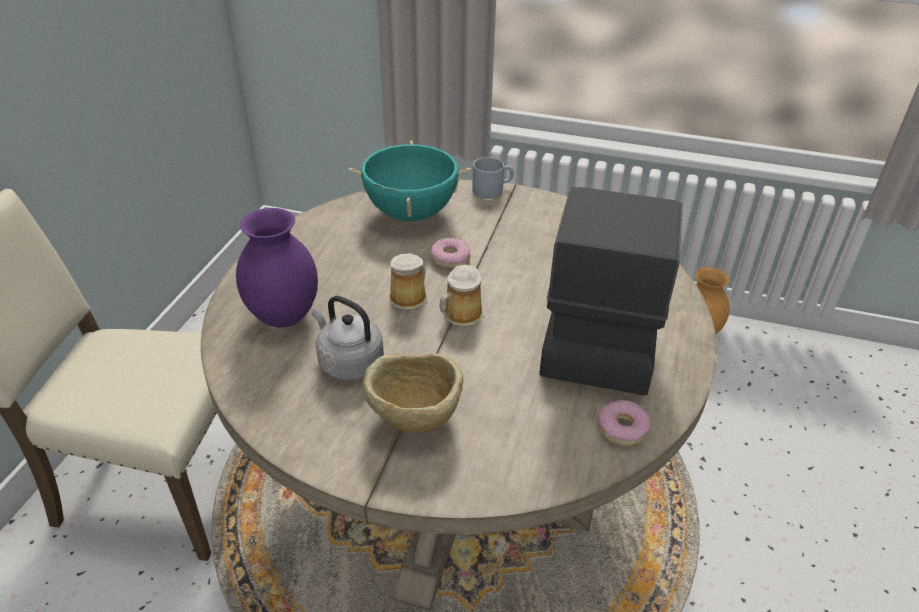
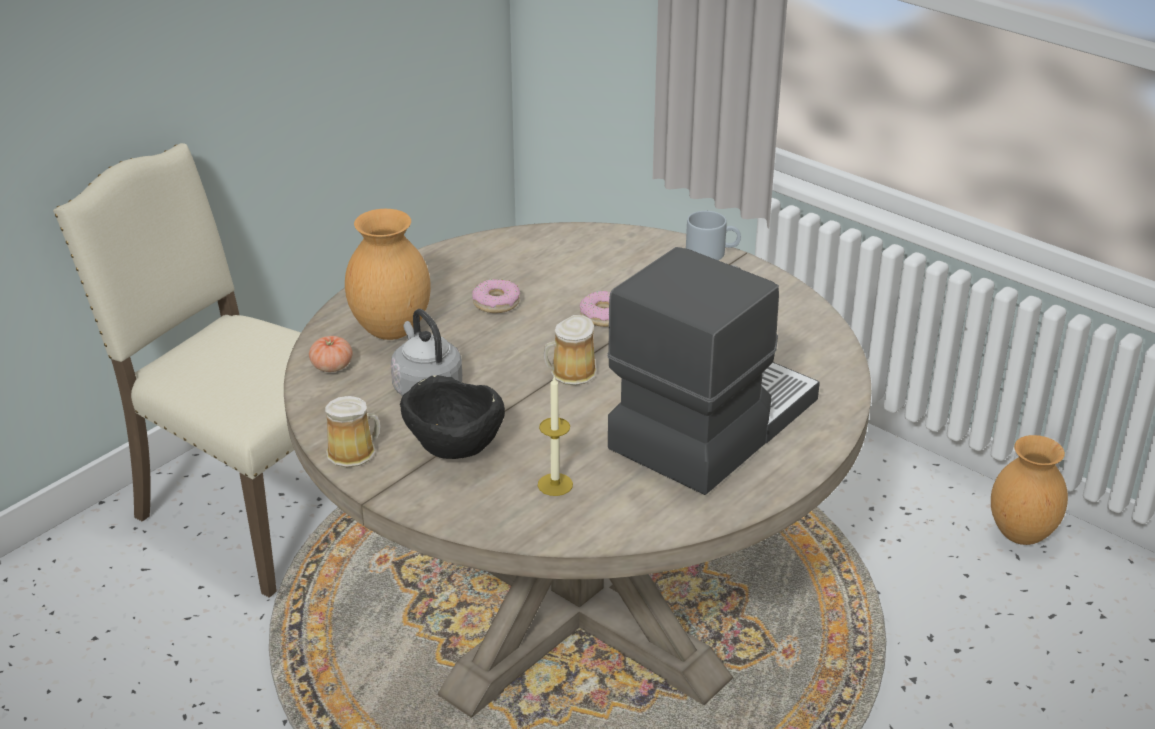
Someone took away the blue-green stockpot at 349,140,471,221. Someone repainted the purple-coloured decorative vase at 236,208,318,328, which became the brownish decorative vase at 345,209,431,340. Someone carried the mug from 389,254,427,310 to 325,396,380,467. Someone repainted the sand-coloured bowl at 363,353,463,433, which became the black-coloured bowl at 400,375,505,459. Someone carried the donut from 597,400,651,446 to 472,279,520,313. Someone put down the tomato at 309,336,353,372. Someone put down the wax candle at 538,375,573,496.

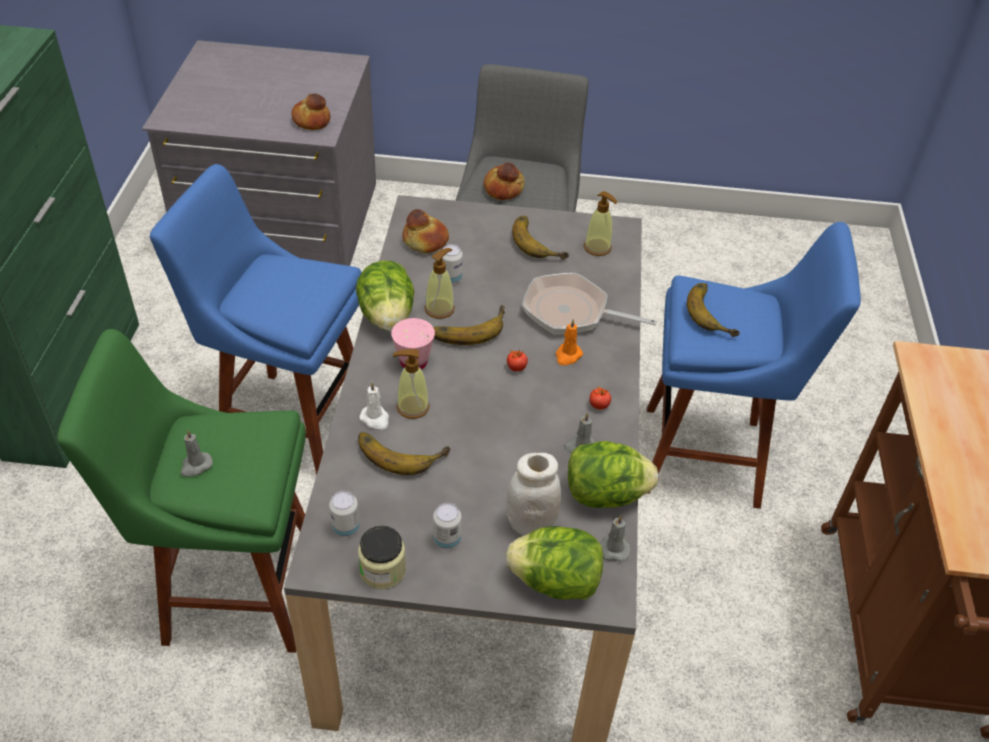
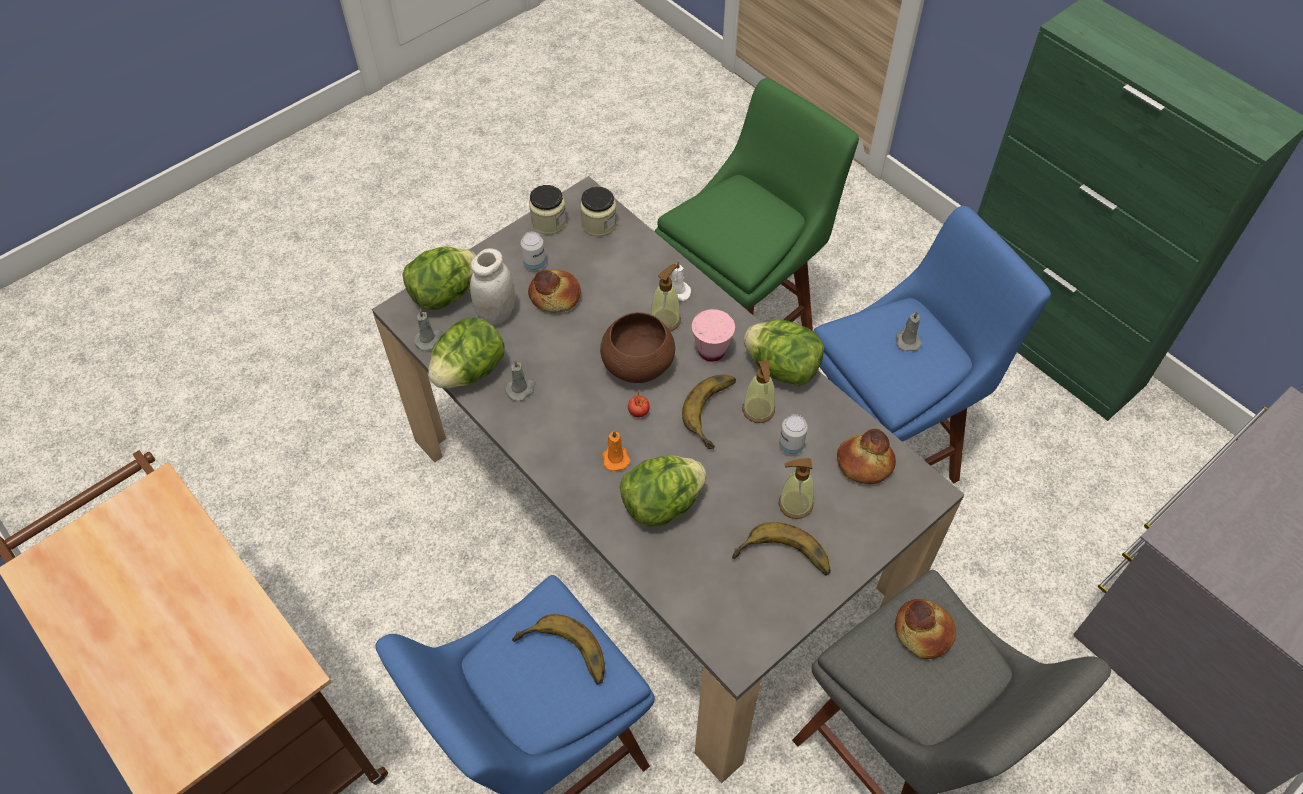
Someone carried the baked bread from 291,94,330,130 to 528,270,581,313. Someone carried the liquid soap bottle from 584,191,618,256 to 779,458,814,519. Someone swapped the pan at 522,273,657,335 for the lettuce at 620,456,707,526. Someone took away the tomato at 590,386,611,410. Someone carried the grey wax candle from 180,429,213,477 to 896,311,922,351. Someone took away the whole banana at 358,432,450,475. Someone swapped the can at 329,491,360,537 for the storage jar at 580,187,617,236. Someone put down the brownish bowl at 600,312,675,383.

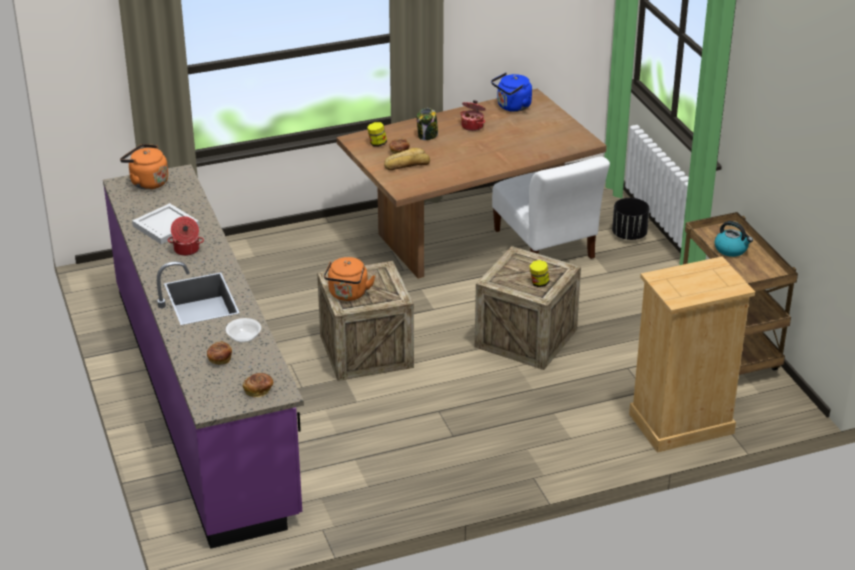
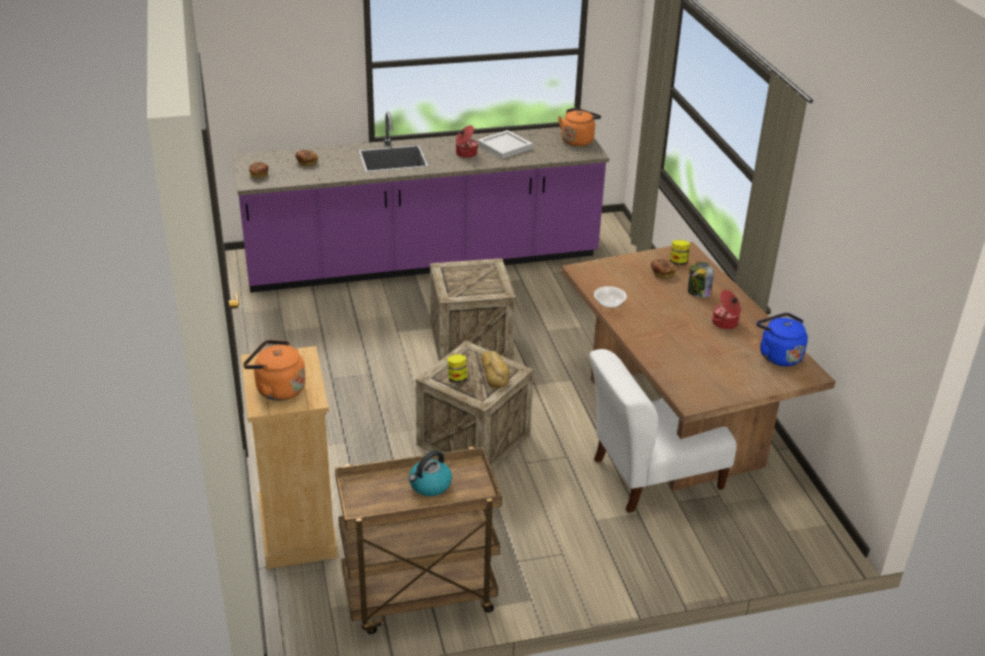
Someone carried the baked bread from 384,148,430,170 to 481,351,510,388. Someone took away the black-coloured plant pot at 612,198,649,240. Someone carried the orange-coloured water kettle from 324,257,375,301 to 243,340,306,401. Someone carried the bowl from 226,318,261,342 to 594,286,627,308.

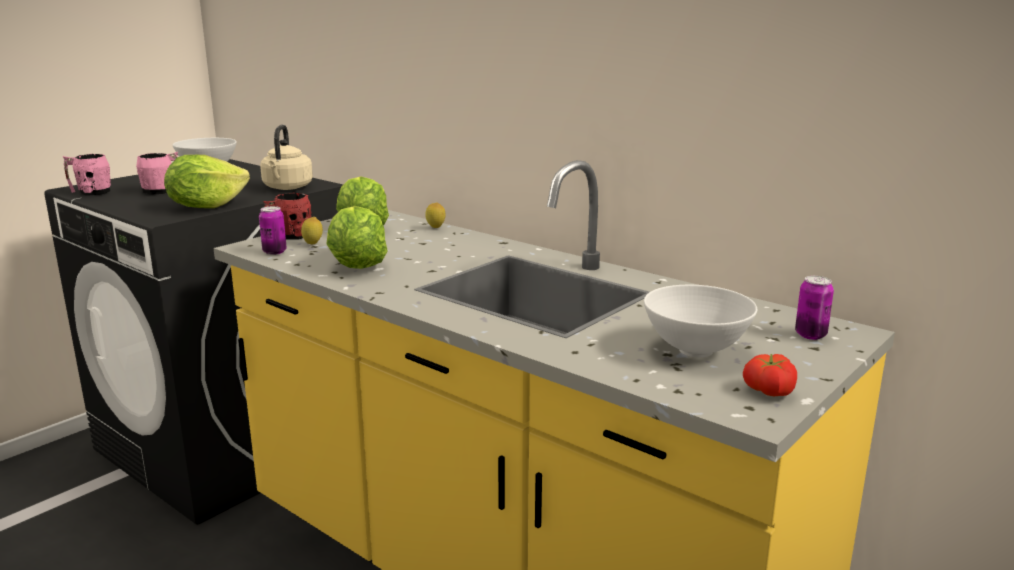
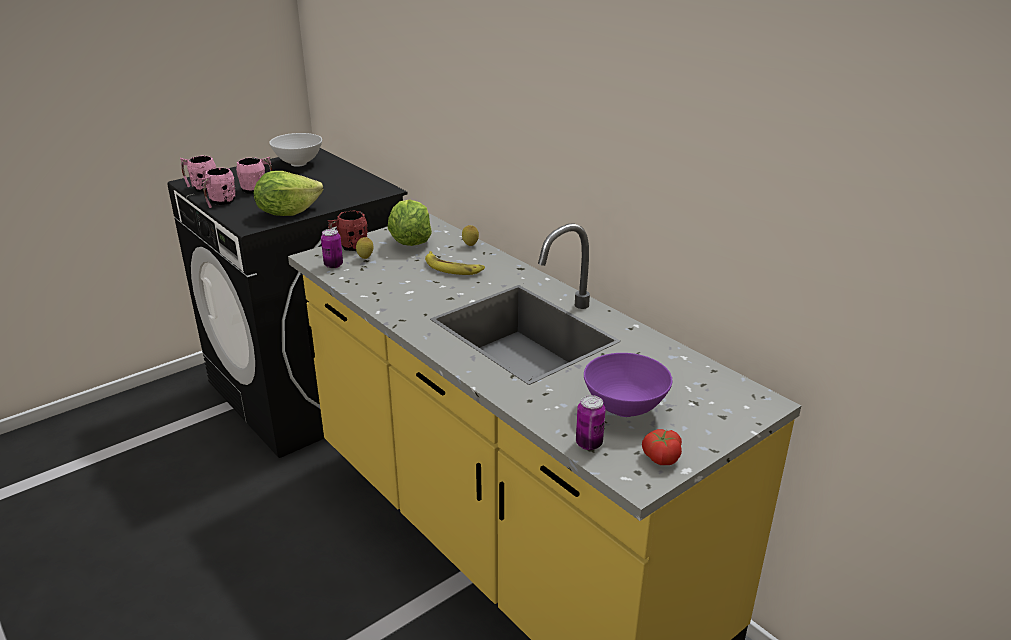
Someone took away the sand-coloured water kettle at 260,124,313,190. Someone took away the lettuce at 327,206,388,269. Someone carried the can from 795,276,834,340 to 576,395,605,450. Someone repainted the white bowl at 644,285,757,358, which became the purple-coloured bowl at 584,353,672,417. Someone put down the pink-coloured mug at 201,168,236,208. Someone put down the whole banana at 425,251,485,275.

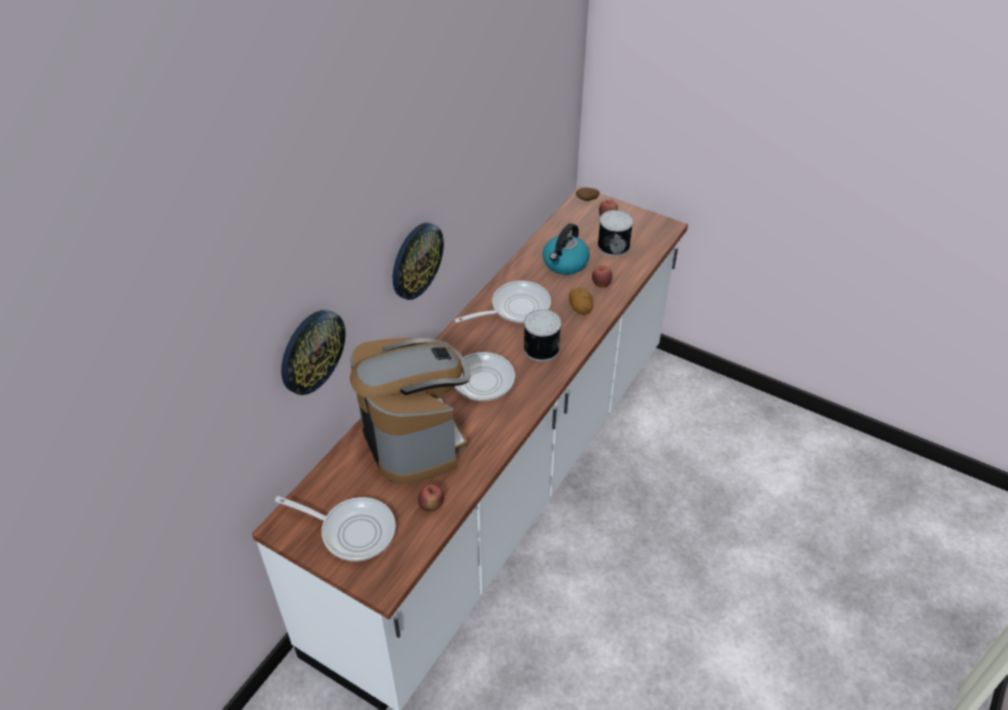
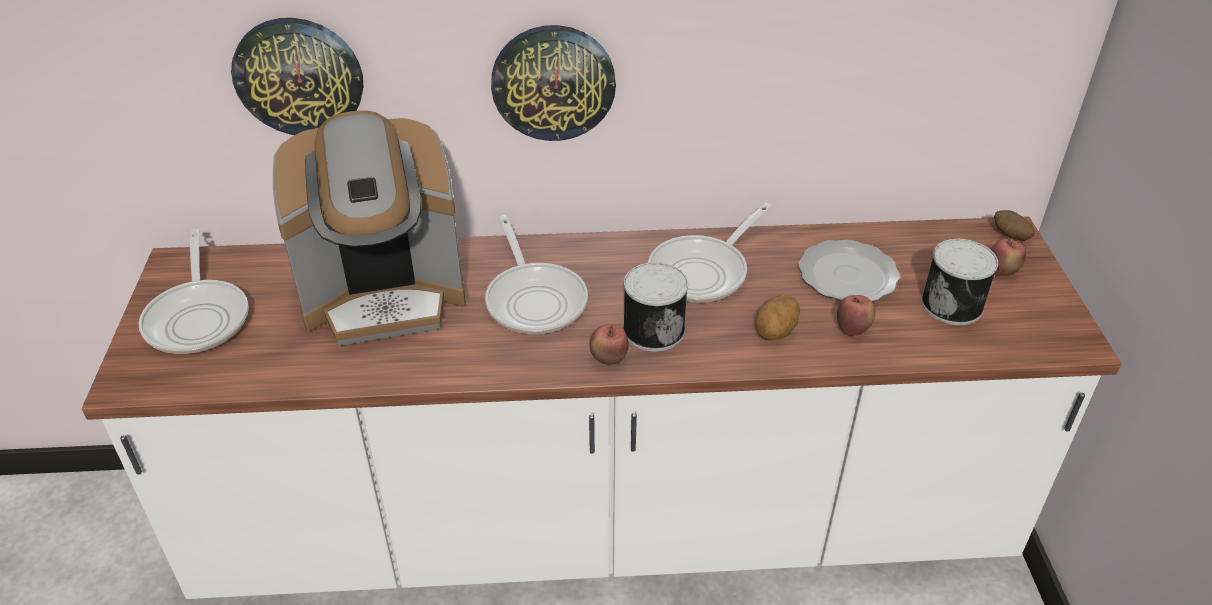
Someone swapped the water kettle at 542,223,590,275 for the plate at 798,240,900,302. Someone rotated the pan at 454,281,551,323 by 105 degrees clockwise. Someone rotated the coffee maker at 350,338,470,484 by 45 degrees clockwise. Someone carried the apple fruit from 418,484,444,512 to 589,324,628,365.

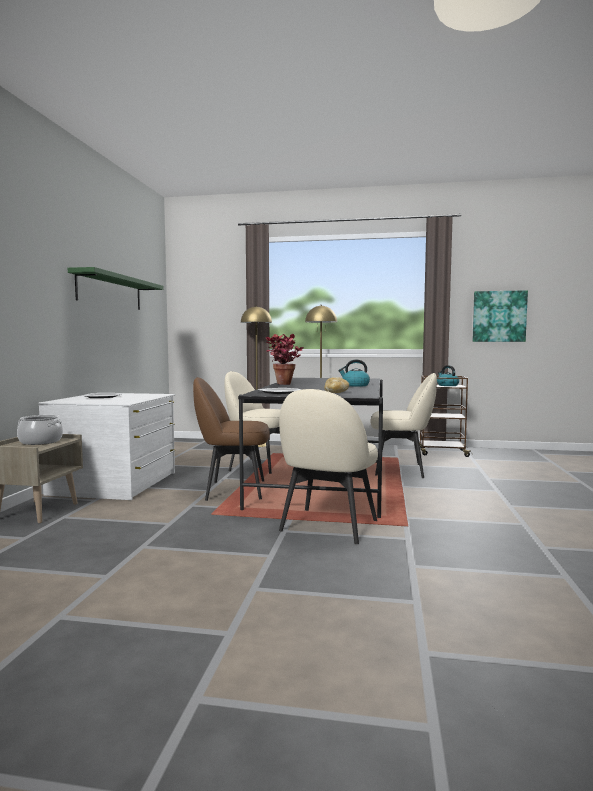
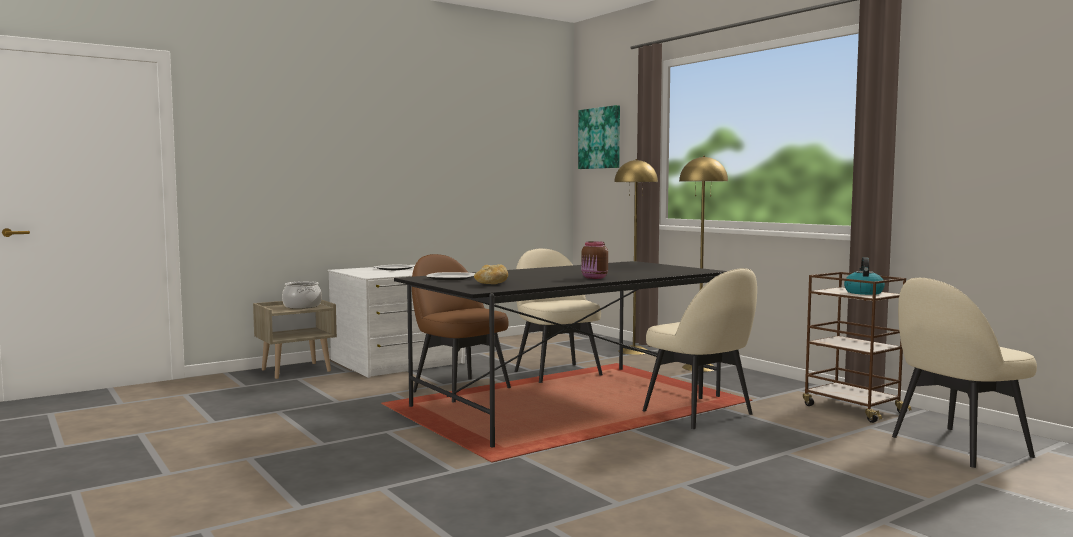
Someone took away the greenish wall shelf at 68,267,164,310. Someone carried the picture from 472,290,528,342 to 578,105,620,169. Someone took away the plant in a pot at 266,334,303,385. Someone swapped the water kettle at 338,360,370,387 for the brownish storage jar at 581,241,608,279. Someone carried the sand-coloured plain chair from 279,389,378,544 to 892,278,1037,468.

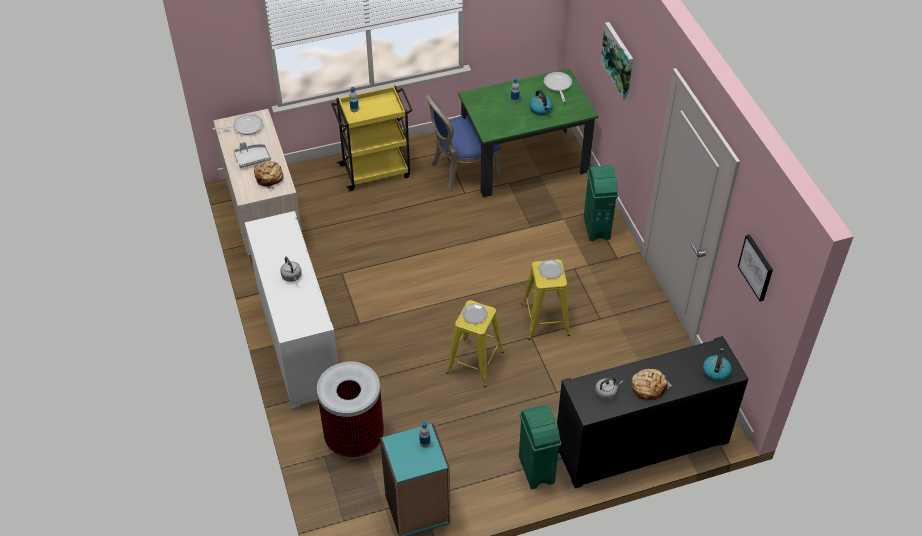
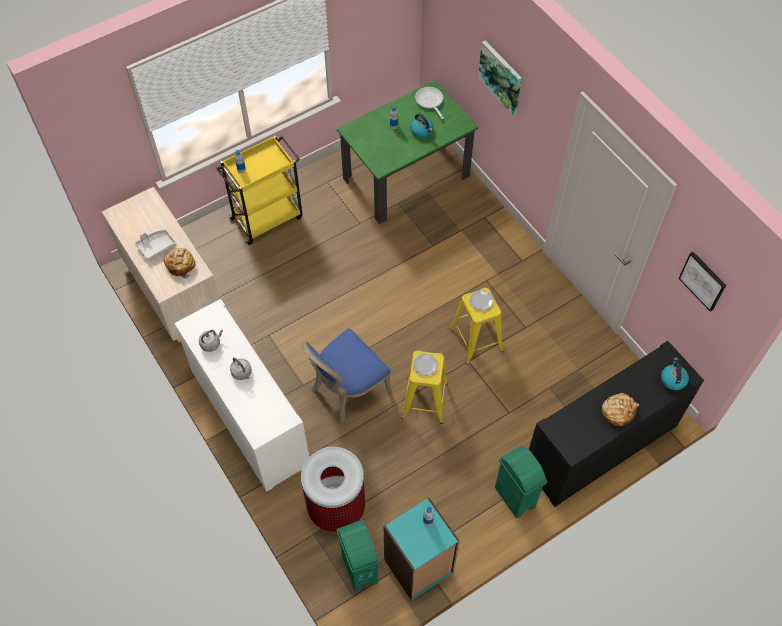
Someone carried the blue-coloured plain chair from 425,94,501,192 to 302,328,392,422. Someone took away the pan at 213,114,263,135. Someone carried the greenish waste bin from 584,165,618,241 to 337,520,379,592. Someone carried the grey water kettle from 595,377,623,401 to 199,330,223,352.

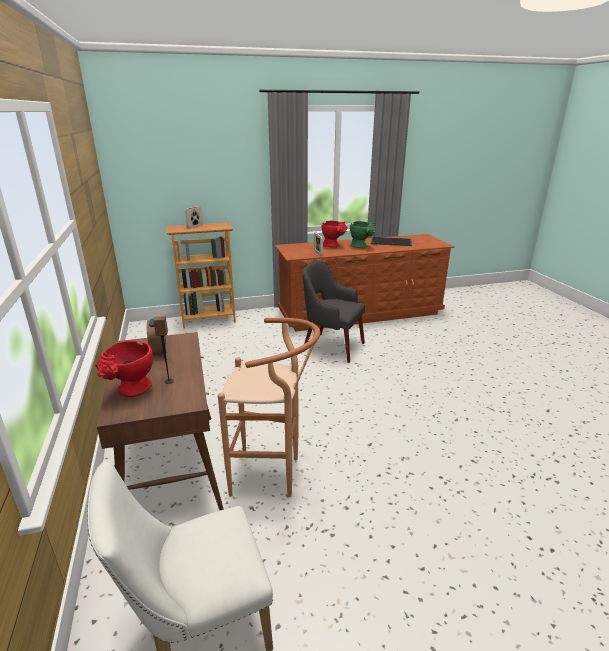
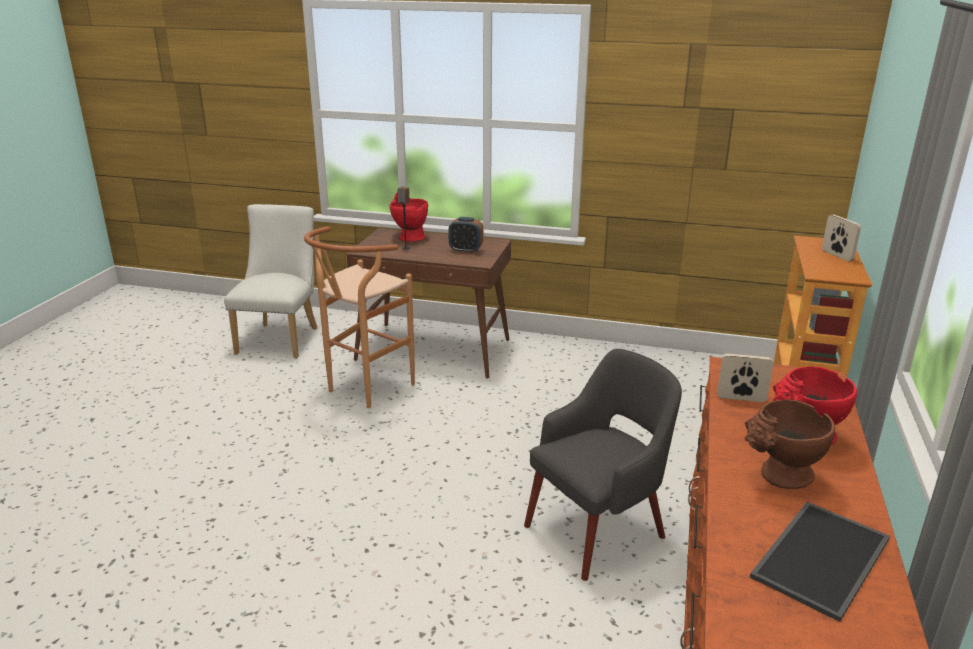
Someone repainted the greenish decorative vase at 350,221,376,248, which became the brownish decorative vase at 745,400,835,489.

